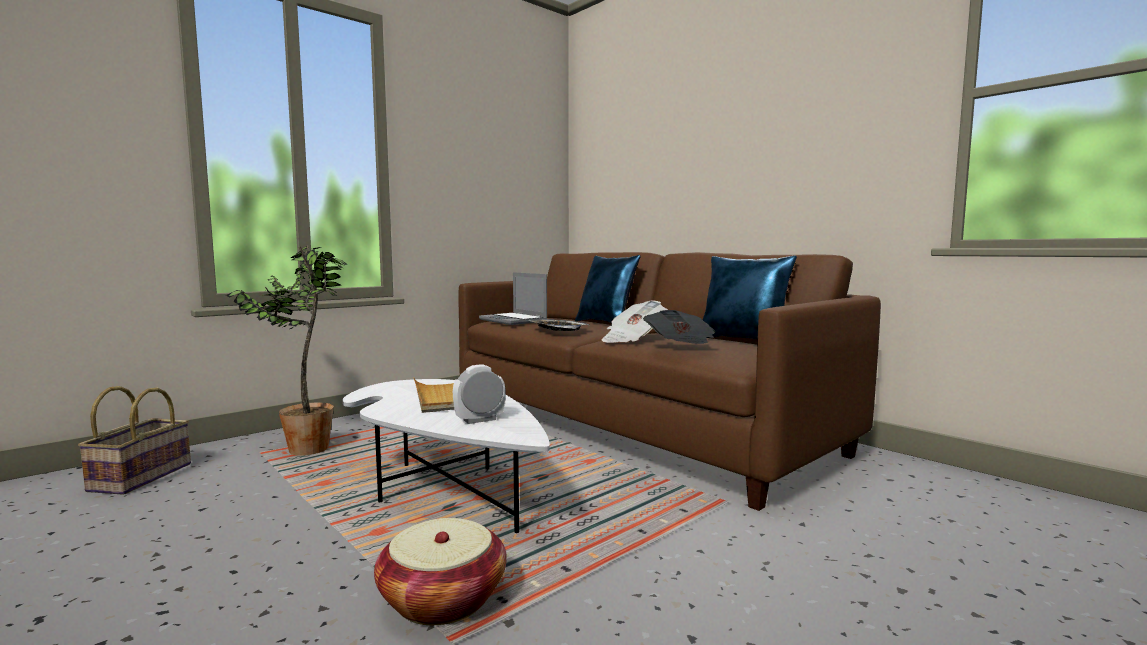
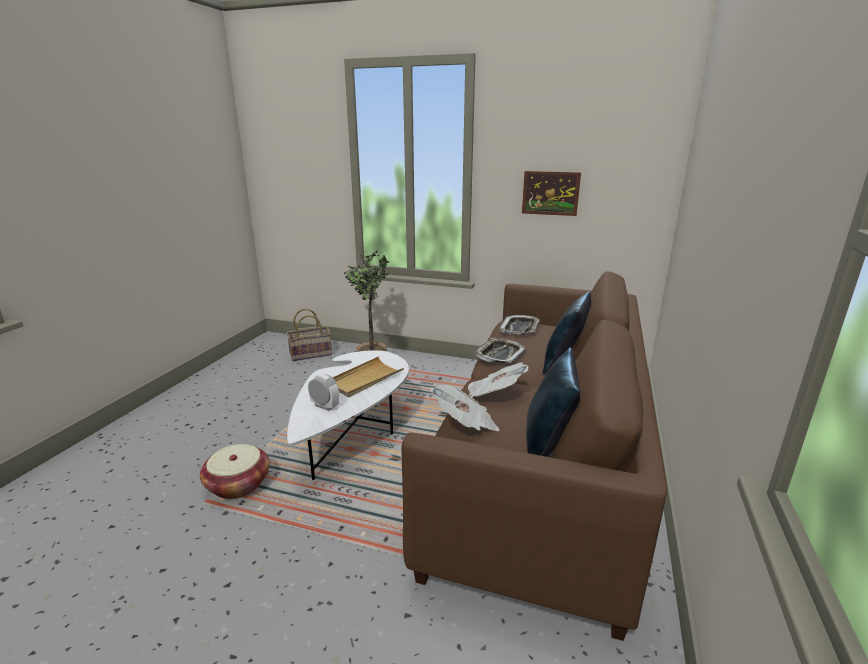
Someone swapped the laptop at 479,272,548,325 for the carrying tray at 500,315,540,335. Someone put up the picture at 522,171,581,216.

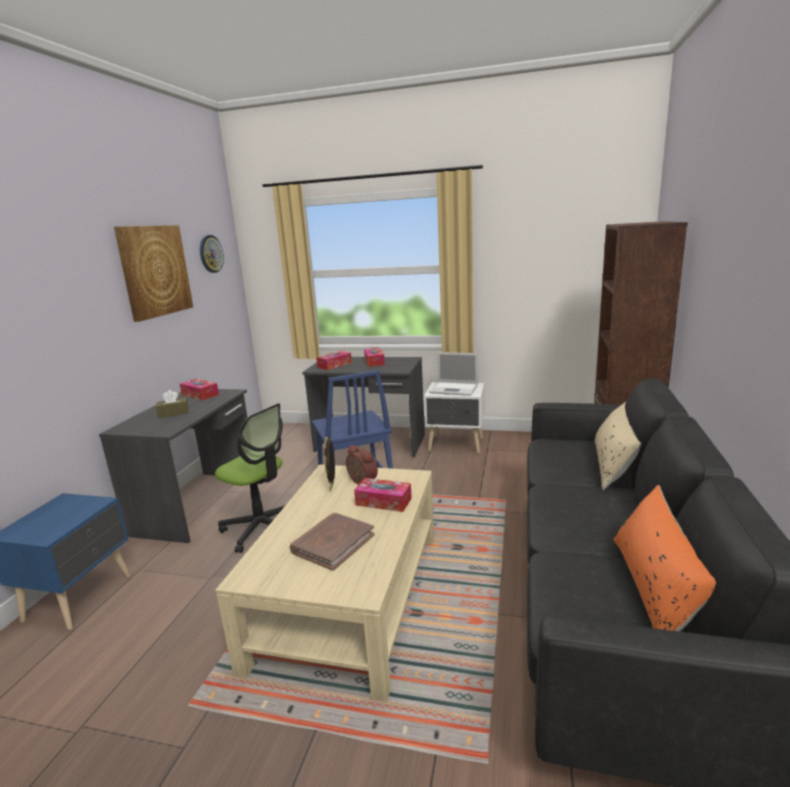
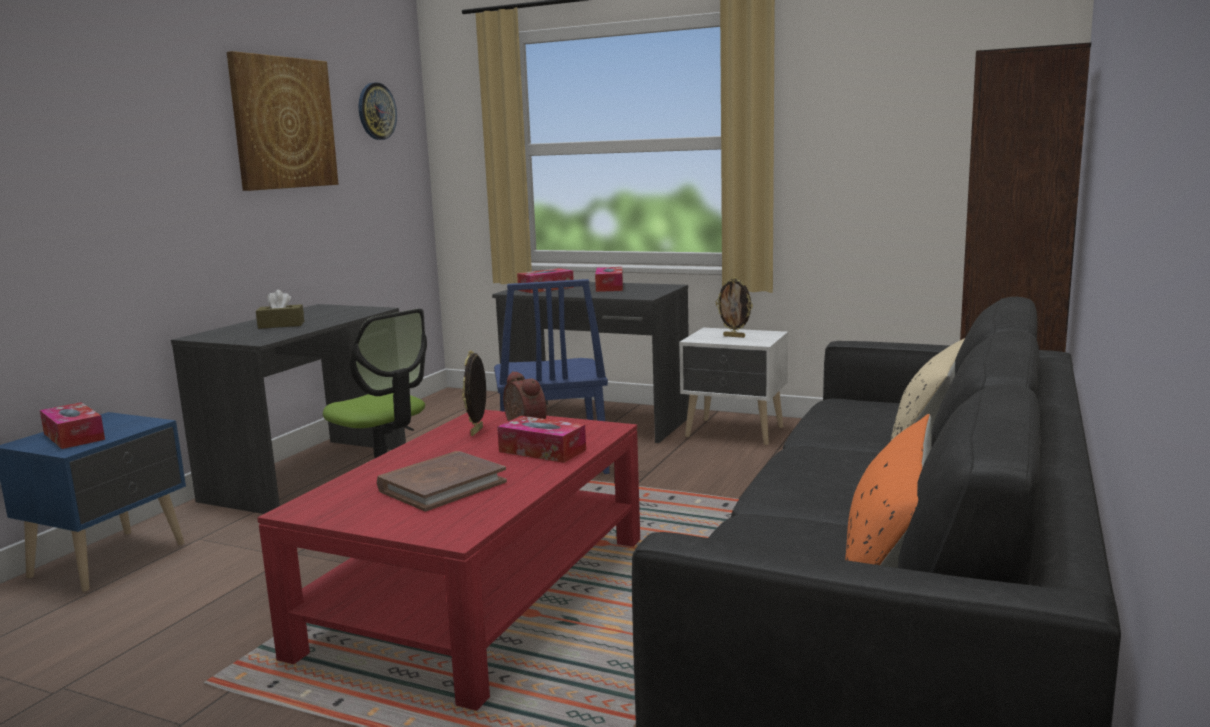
Someone swapped the laptop at 429,352,478,396 for the standing frame at 716,277,753,338. Someone carried the tissue holder from 179,379,219,401 to 40,402,105,449. Someone repainted the sand-coloured low table at 215,464,434,702, which became the red-coloured low table at 257,410,640,711.

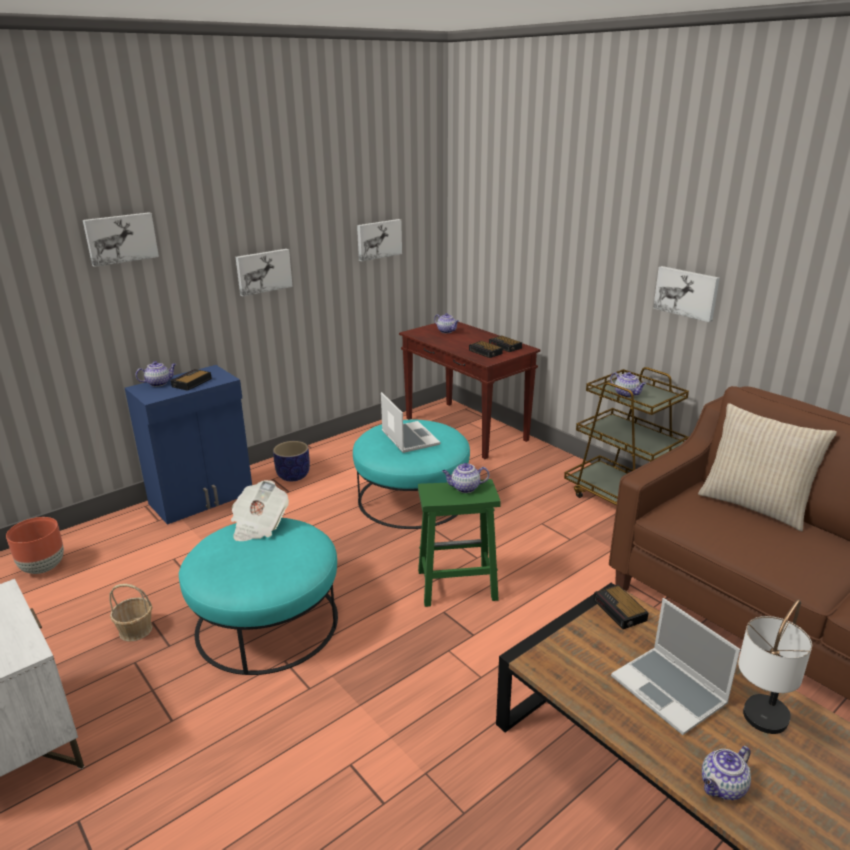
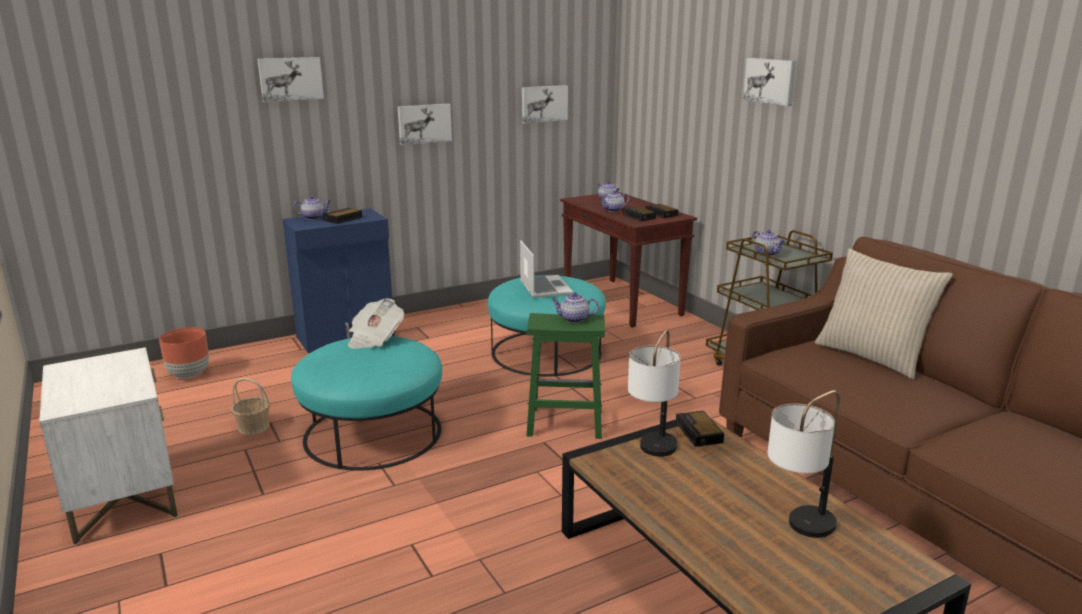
Someone carried the picture from 653,266,720,322 to 743,58,797,106. Someone took away the plant pot at 273,441,310,481. Someone took away the laptop at 611,598,740,735. Someone carried the pot for tea from 702,746,751,800 to 599,190,629,212. Someone put down the tabletop lamp at 628,329,681,456.

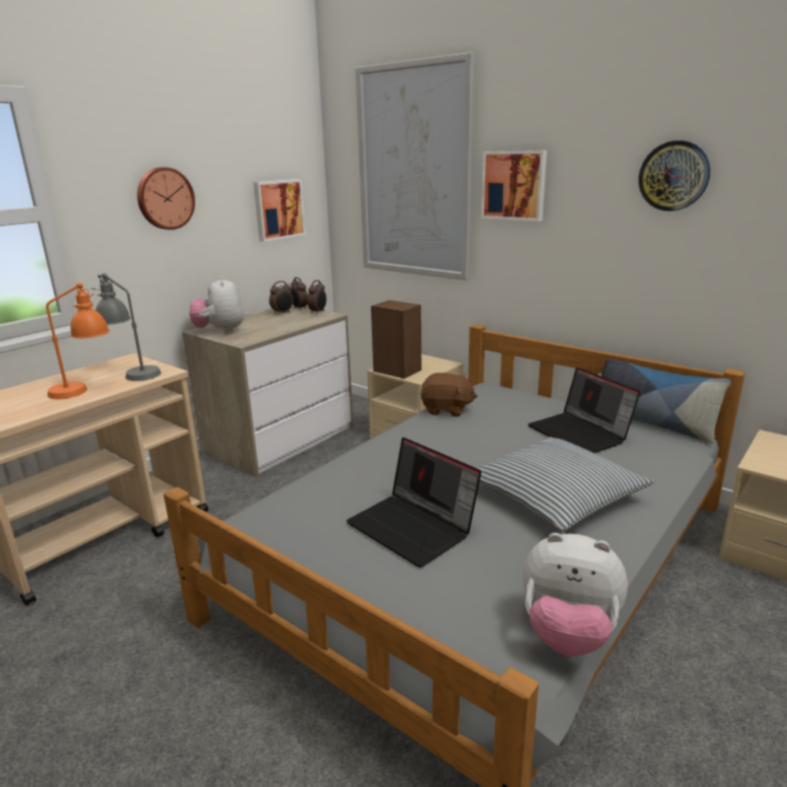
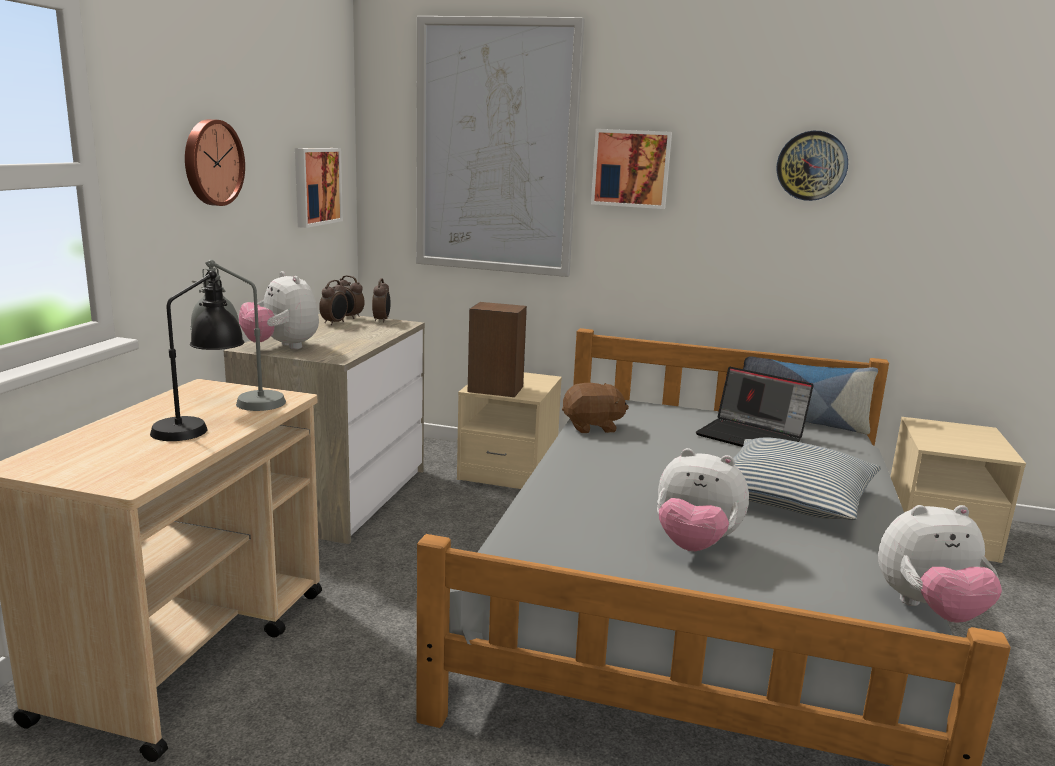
Someone repainted the orange-coloured tabletop lamp at 46,283,110,399, which became the black-coloured tabletop lamp at 150,271,244,441. Someone swapped the laptop at 346,437,481,568 for the cuddly toy at 657,448,749,551.

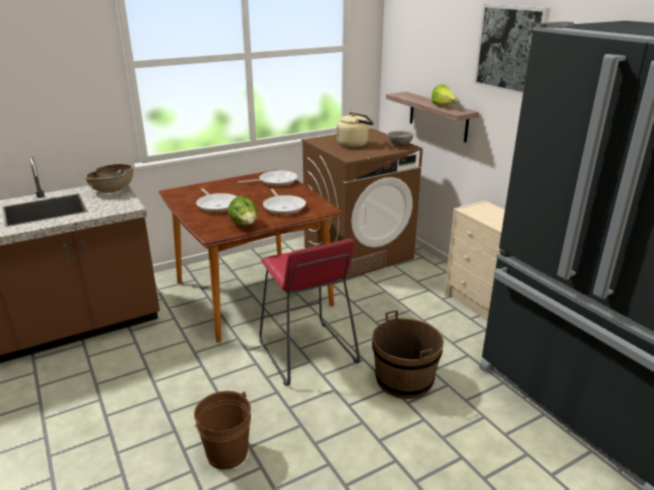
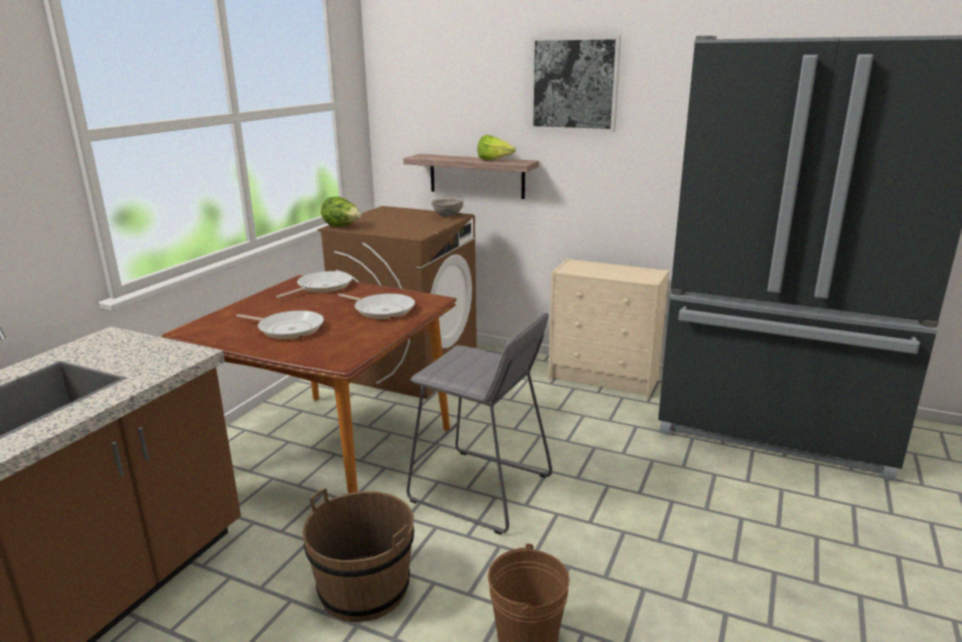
Someone took away the sand-coloured water kettle at 337,112,374,148. Someone took away the brownish bowl at 85,164,133,193. Someone carried the lettuce from 228,196,258,226 to 321,197,361,227. Someone repainted the red-coloured stool at 259,239,360,386, which became the grey stool at 406,313,552,535. Someone carried the brownish bucket from 372,310,444,399 to 303,488,414,622.

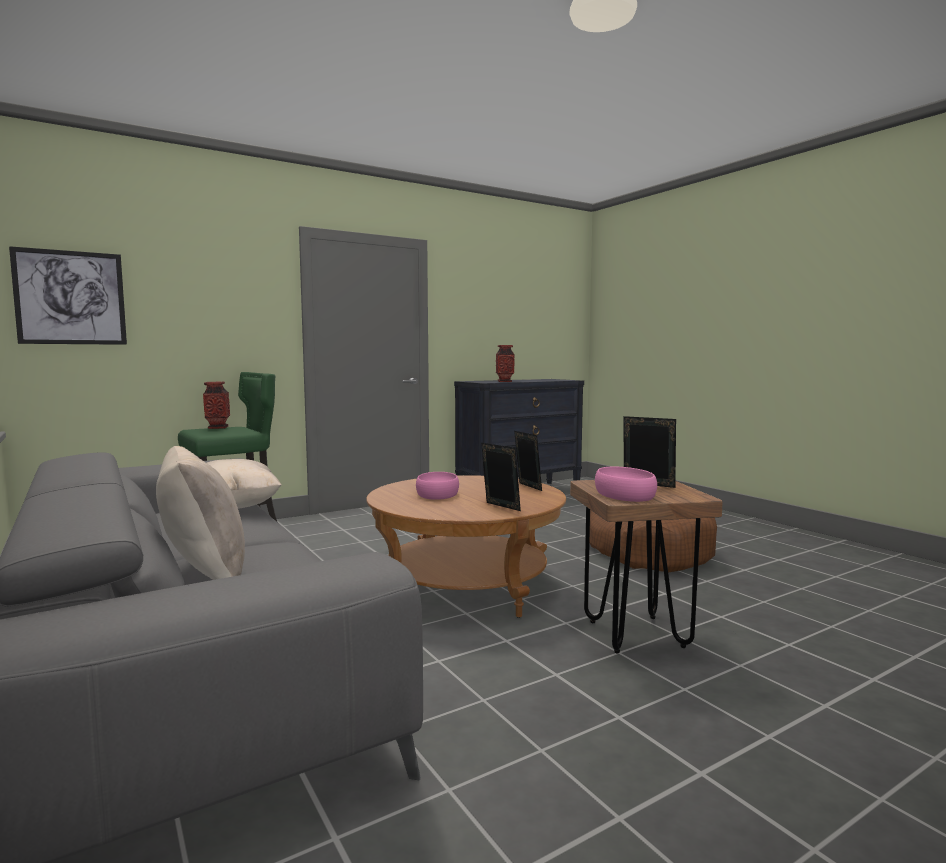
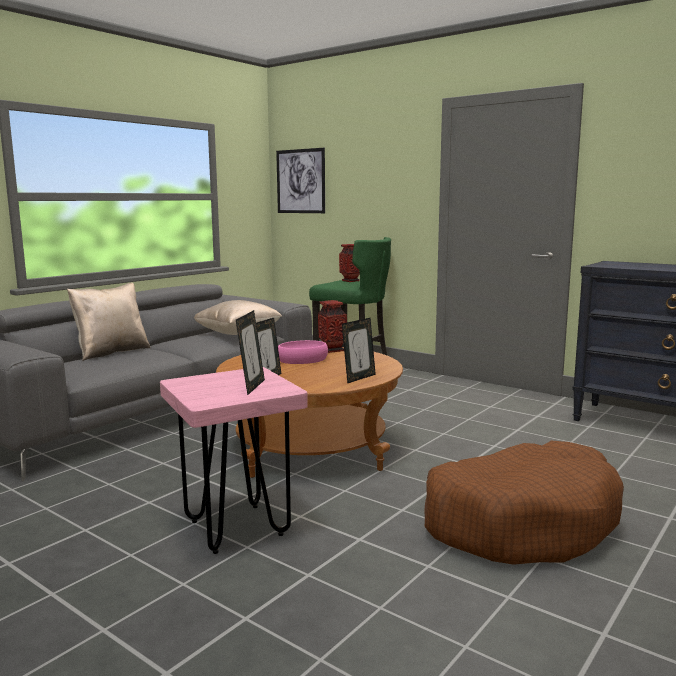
Someone carried the decorative vase from 496,345,514,382 to 318,300,347,353. Someone took away the pink-coloured bowl at 595,467,657,502. Someone repainted the brownish stool at 570,480,723,653, which became the pink-coloured stool at 160,367,308,554.

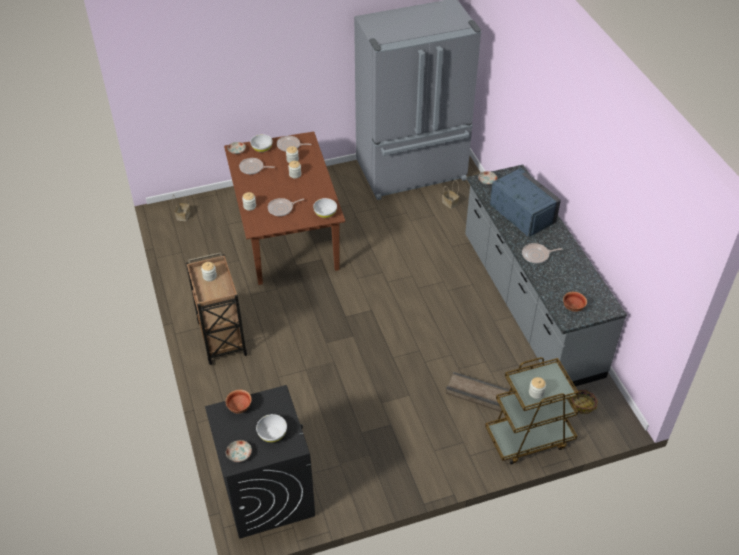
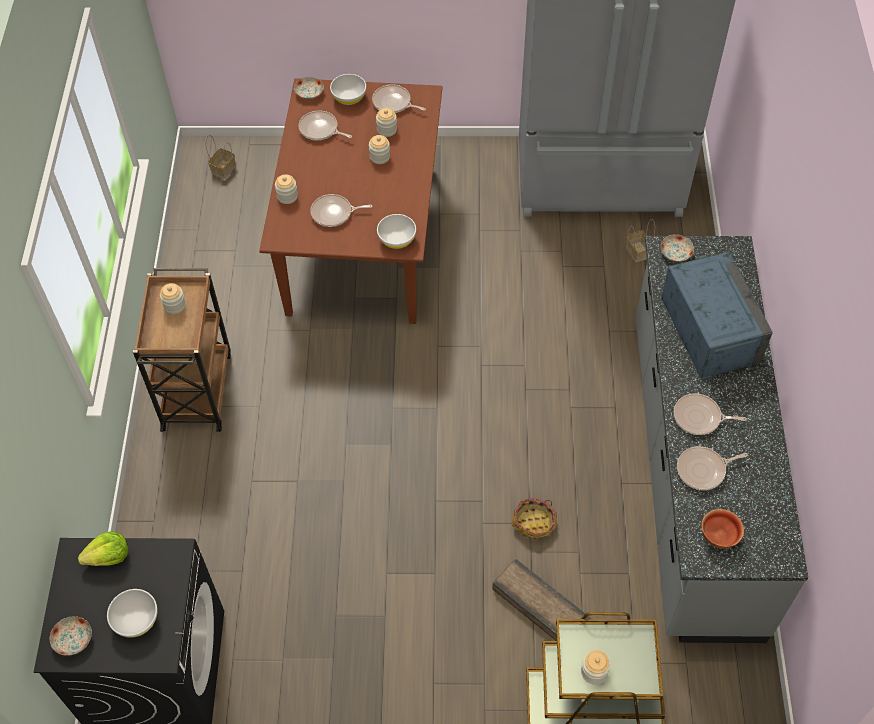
Someone carried the household basket from 569,389,598,414 to 512,498,557,539. Someone swapped the bowl at 226,390,252,414 for the lettuce at 78,531,128,566. Someone put down the pan at 677,446,748,490.

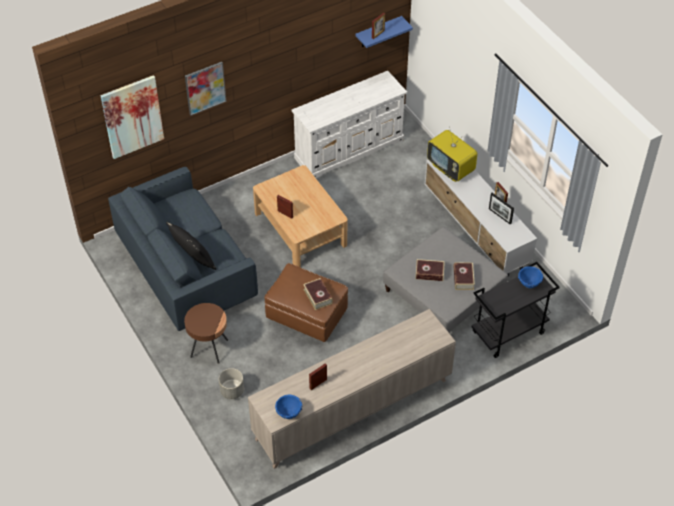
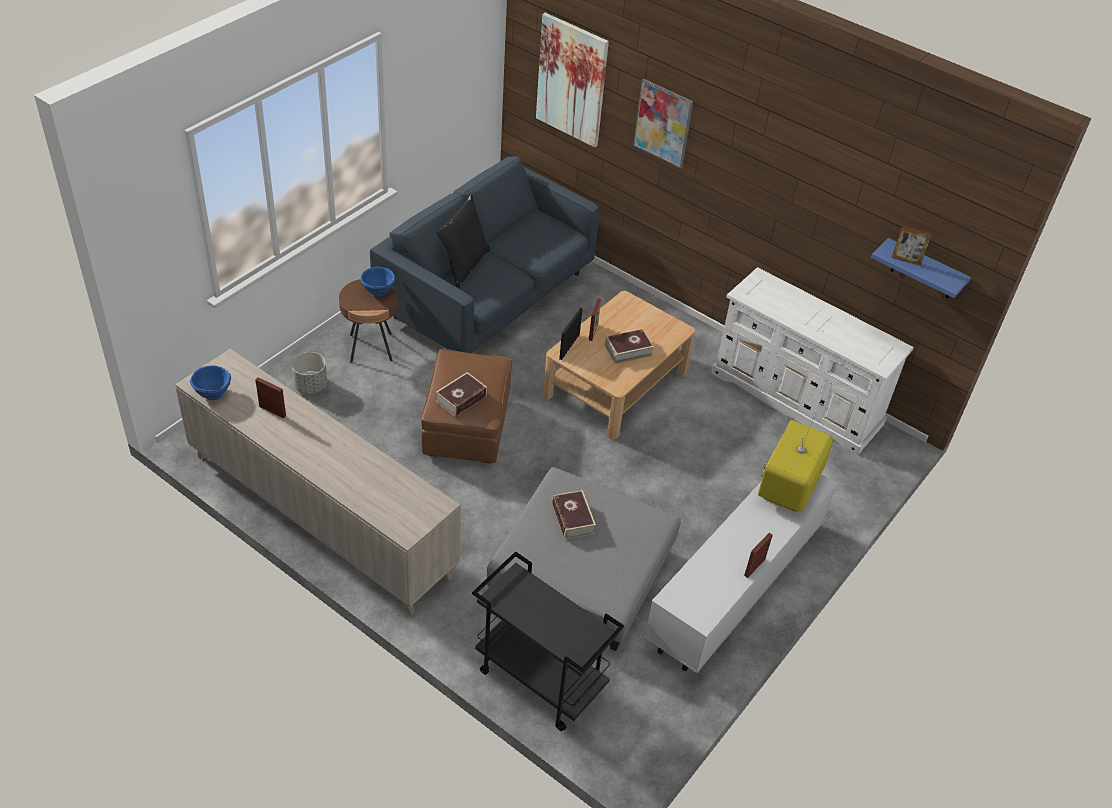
Someone carried the standing frame from 489,193,514,225 to 559,307,583,360. Someone carried the book from 454,263,475,290 to 605,329,654,364. Someone carried the blue-coloured bowl from 518,266,543,288 to 360,267,396,297.

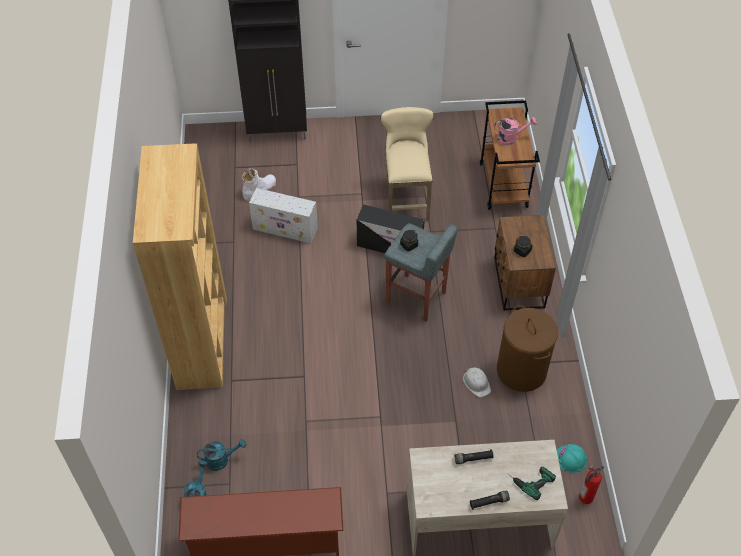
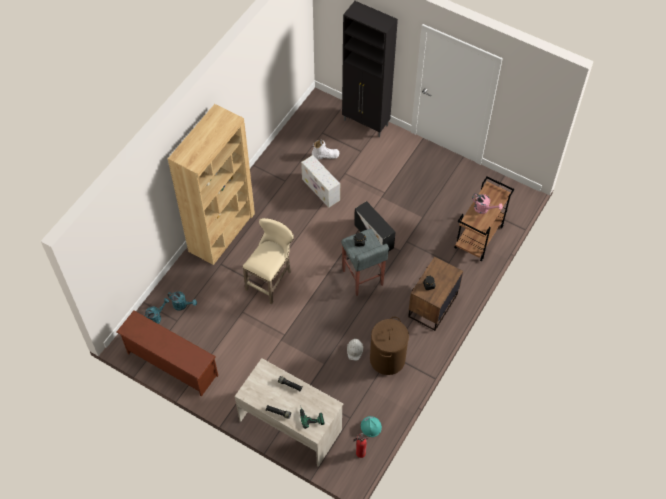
Someone carried the sand-coloured stool from 381,107,434,221 to 243,218,294,304.

